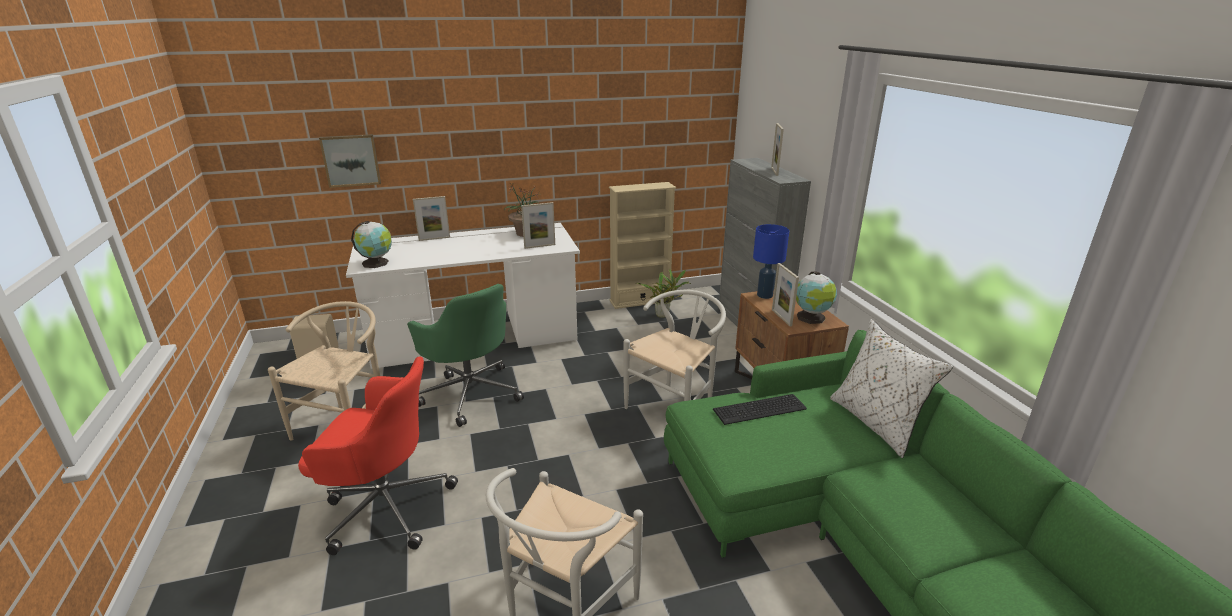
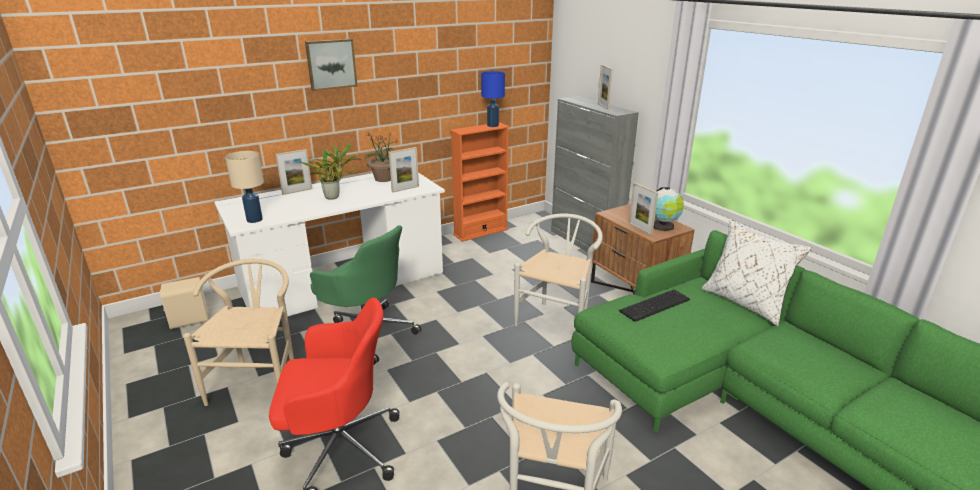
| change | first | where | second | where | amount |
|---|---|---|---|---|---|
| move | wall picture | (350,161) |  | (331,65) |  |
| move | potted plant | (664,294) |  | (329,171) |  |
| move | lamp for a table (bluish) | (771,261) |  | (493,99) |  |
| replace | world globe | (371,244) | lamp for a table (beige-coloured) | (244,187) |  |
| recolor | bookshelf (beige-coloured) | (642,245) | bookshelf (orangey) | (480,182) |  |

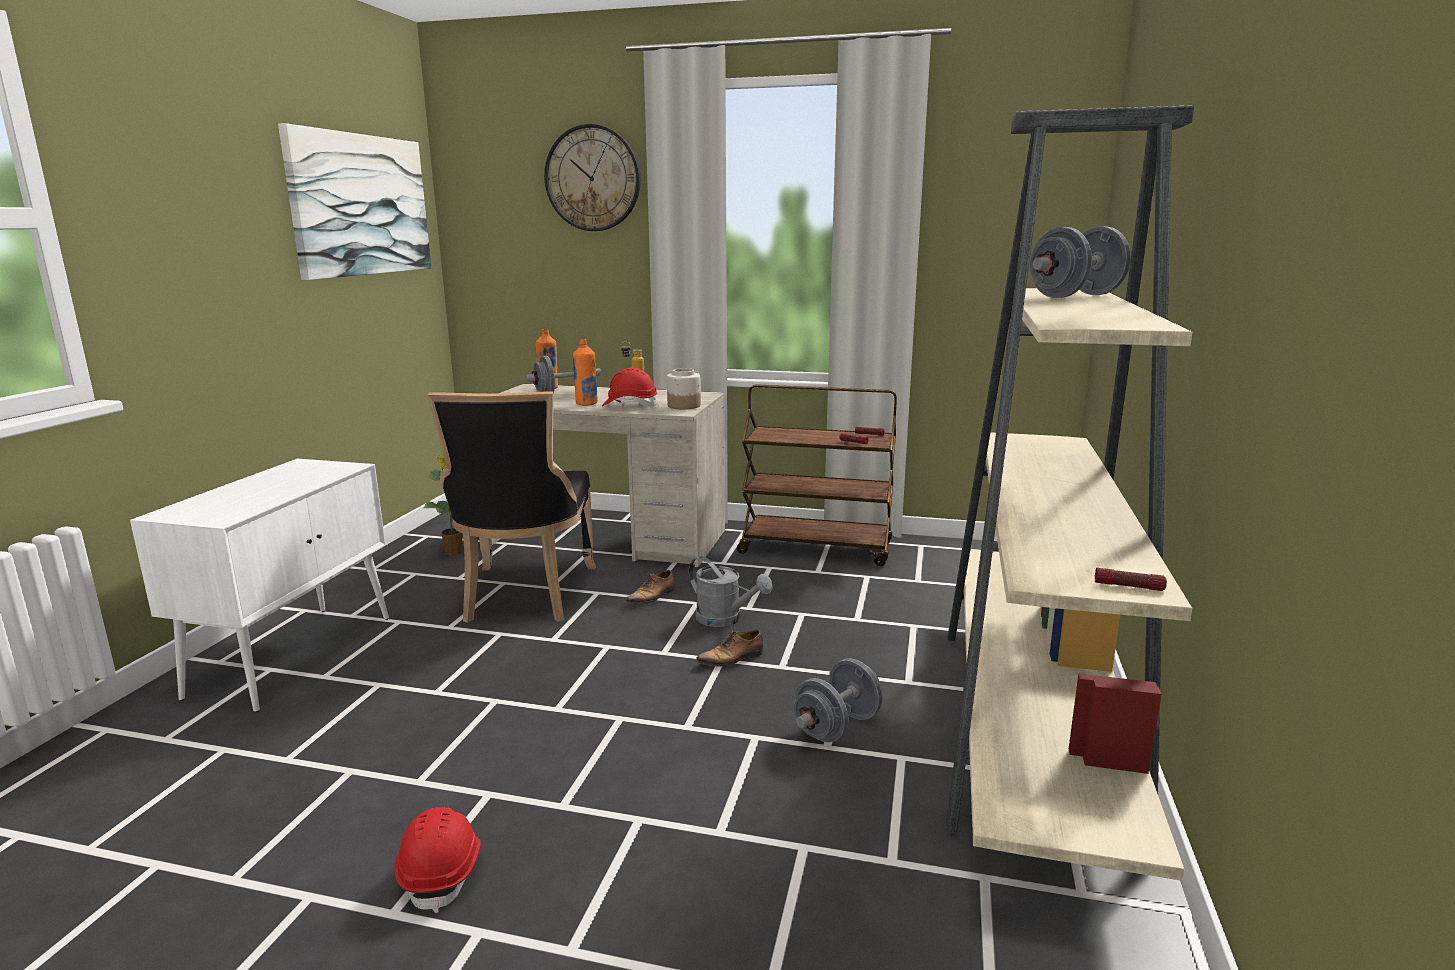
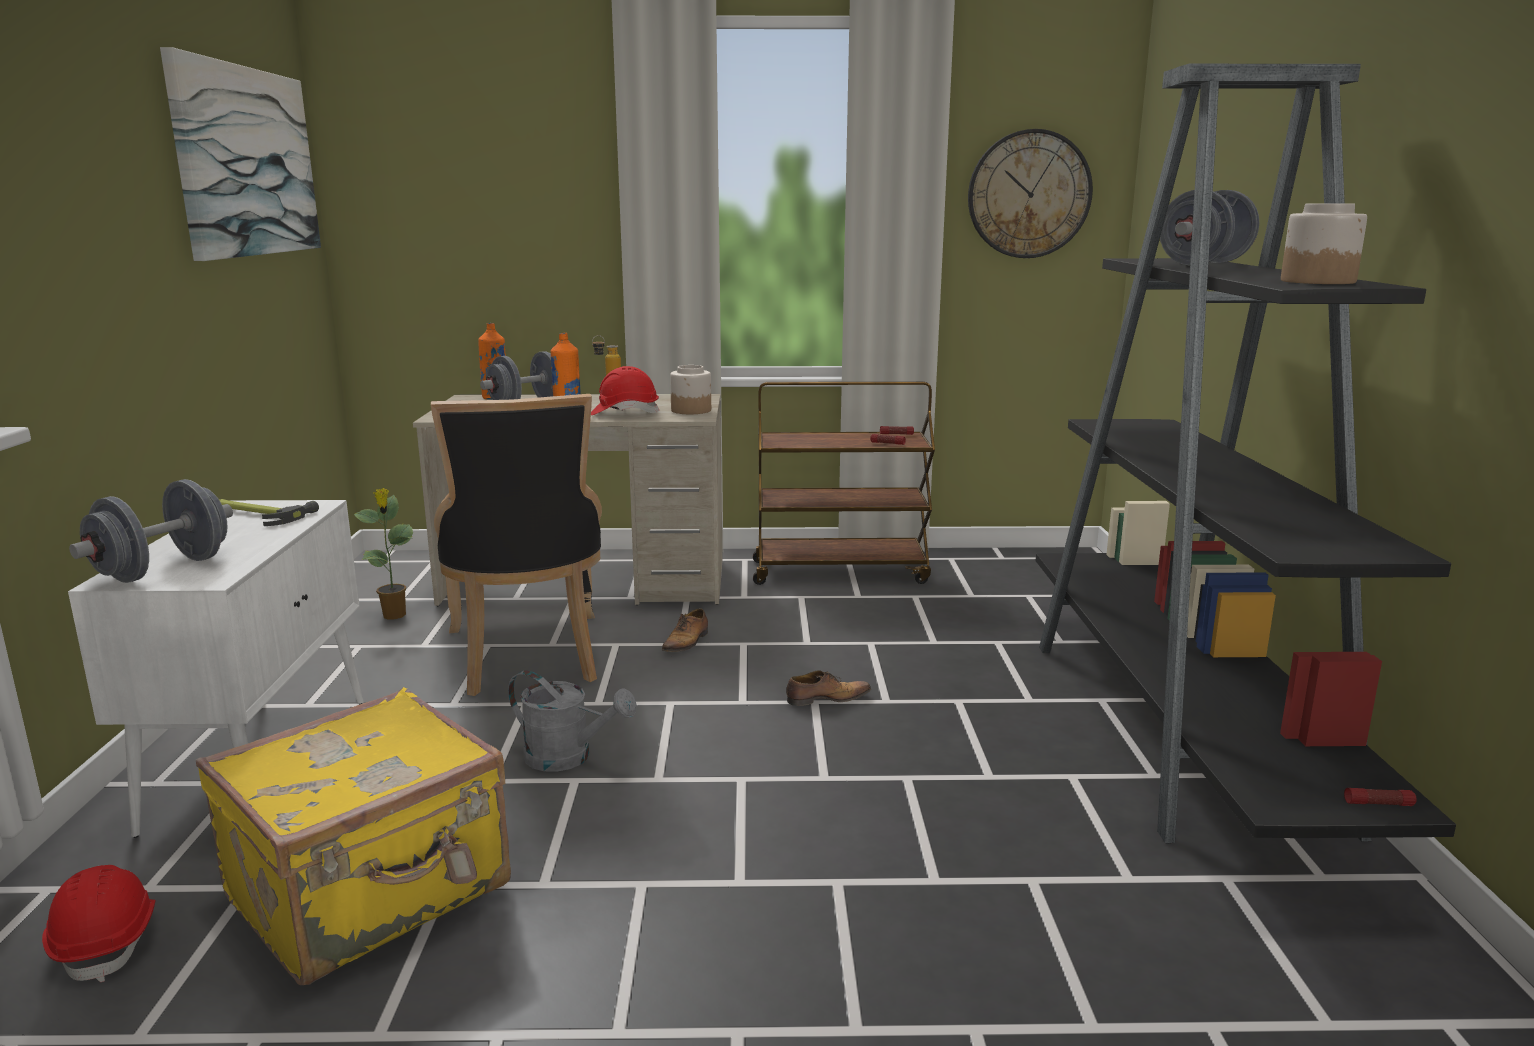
| change | first | where | second | where | amount |
|---|---|---|---|---|---|
| insert |  |  | piece of luggage (yellow-coloured) | (353,836) |  |
| insert |  |  | hammer | (269,512) |  |
| insert |  |  | storage jar | (1324,243) |  |
| move | safety helmet (red-coloured) | (437,860) |  | (98,923) |  |
| move | clock on the wall | (592,177) |  | (1030,193) |  |
| move | watering pot (greyish) | (731,591) |  | (572,721) |  |
| move | hand weight (greyish) | (838,700) |  | (151,531) |  |
| move | torch | (1131,579) |  | (1380,797) |  |
| recolor | bookshelf (beige-coloured) | (1070,493) | bookshelf (blackish) | (1246,454) |  |
| rotate | item of footwear | (729,648) |  | (828,688) | 150 degrees counterclockwise |

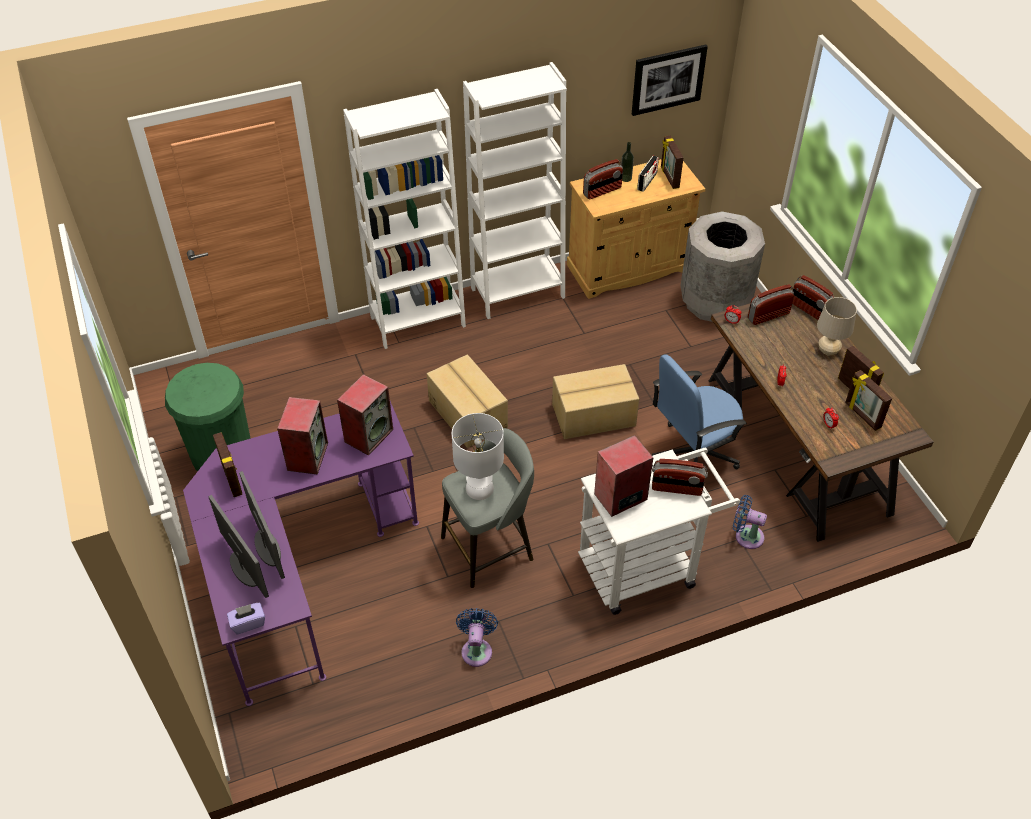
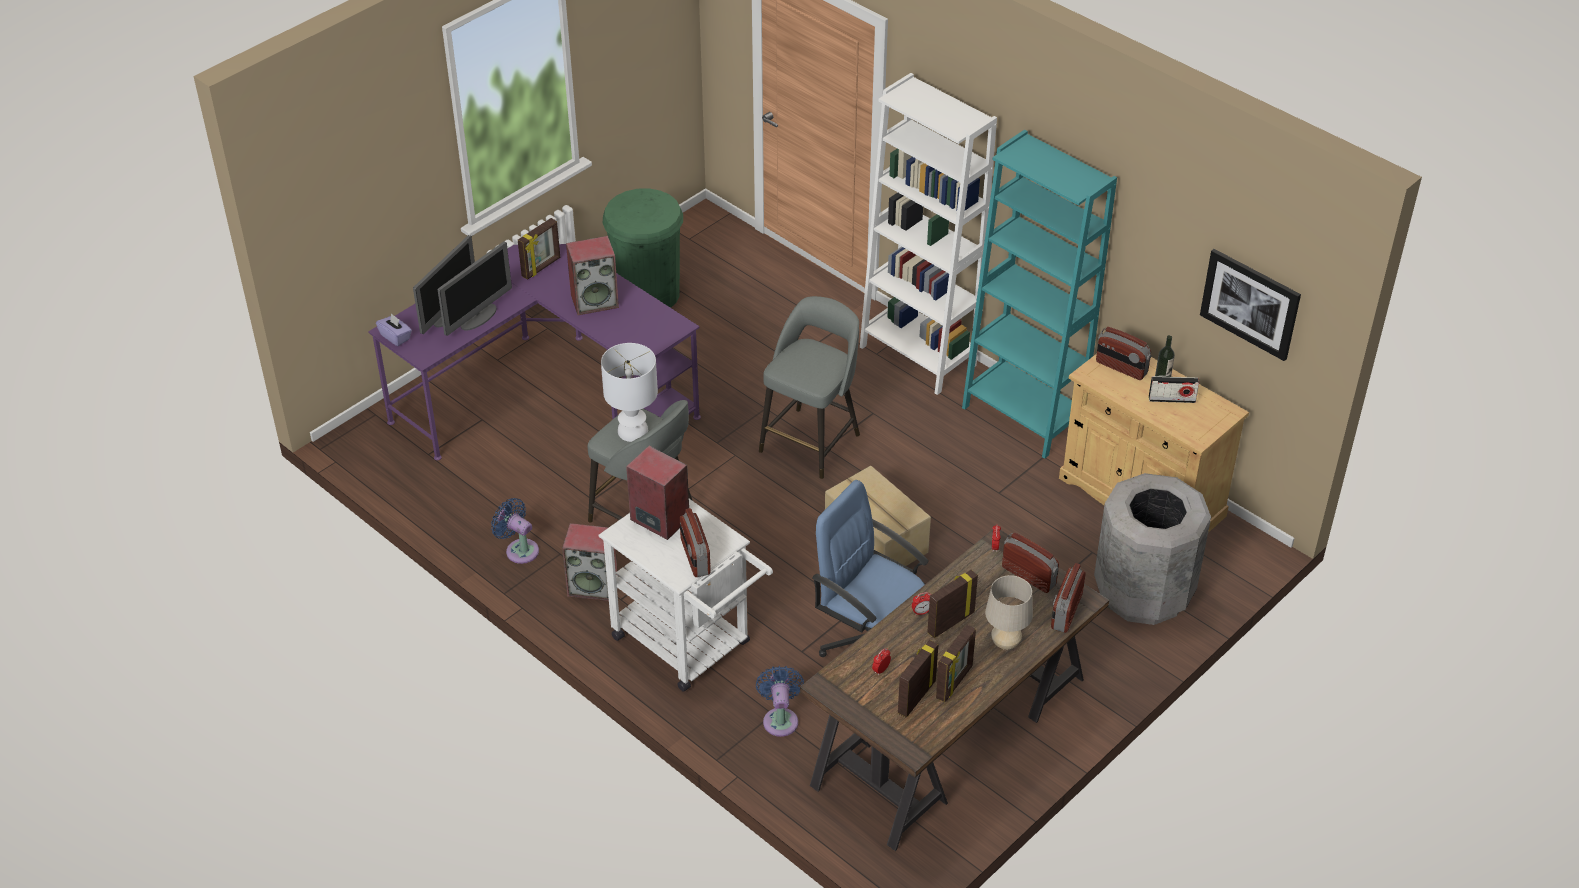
| change | first | where | second | where | amount |
|---|---|---|---|---|---|
| move | loudspeaker | (365,415) |  | (590,562) |  |
| move | picture frame | (672,162) |  | (952,604) |  |
| replace | carton | (467,401) | stool seat (greyish) | (809,387) |  |
| recolor | bookshelf (white) | (515,190) | bookshelf (turquoise) | (1039,294) |  |
| rotate | electric fan (bluish) | (477,637) |  | (515,531) | 120 degrees counterclockwise |

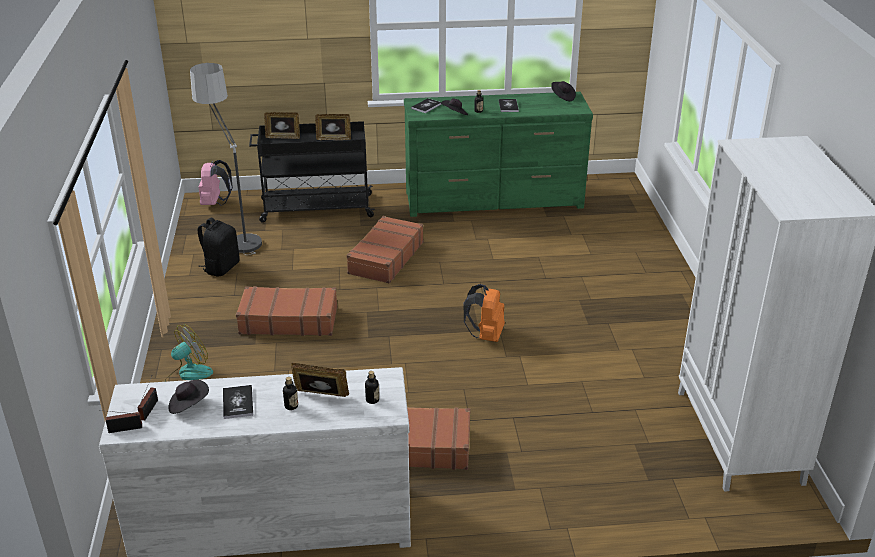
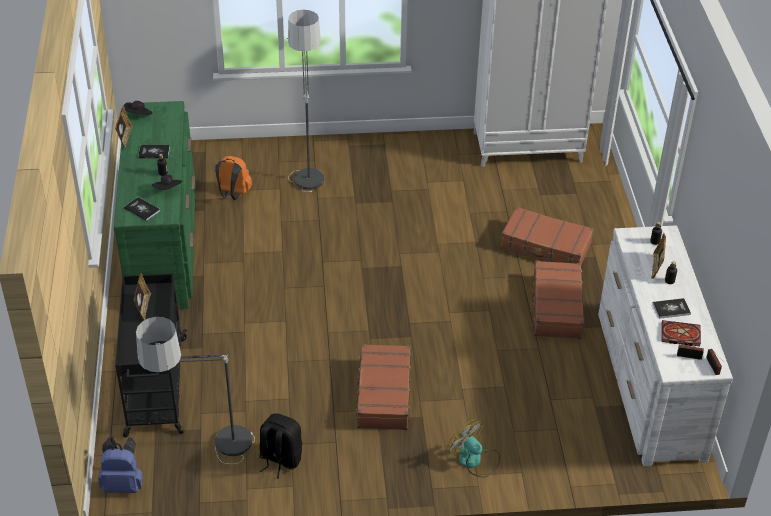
| change | first | where | second | where | amount |
|---|---|---|---|---|---|
| insert |  |  | standing lamp | (305,101) |  |
| move | picture frame | (282,125) |  | (124,126) |  |
| move | piece of luggage (brown) | (385,249) |  | (547,235) |  |
| move | rucksack (orangey) | (484,313) |  | (233,178) |  |
| replace | wearable hat (blackish) | (188,397) | book | (681,333) |  |
| recolor | rucksack (pinkish) | (216,183) | rucksack (bluish) | (120,464) |  |

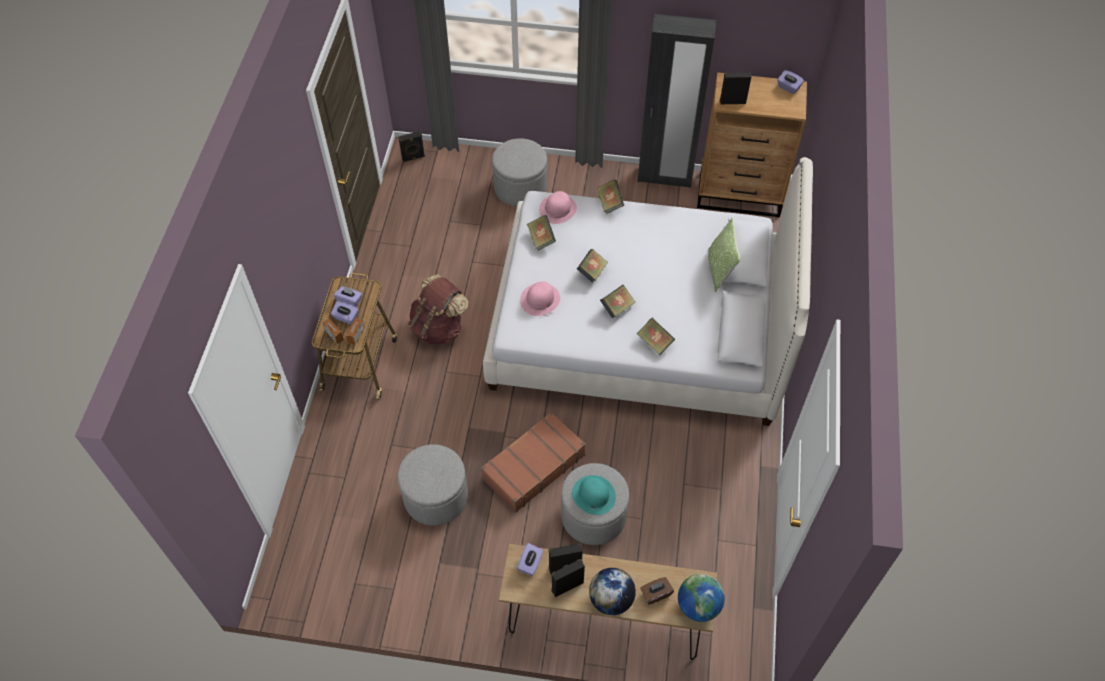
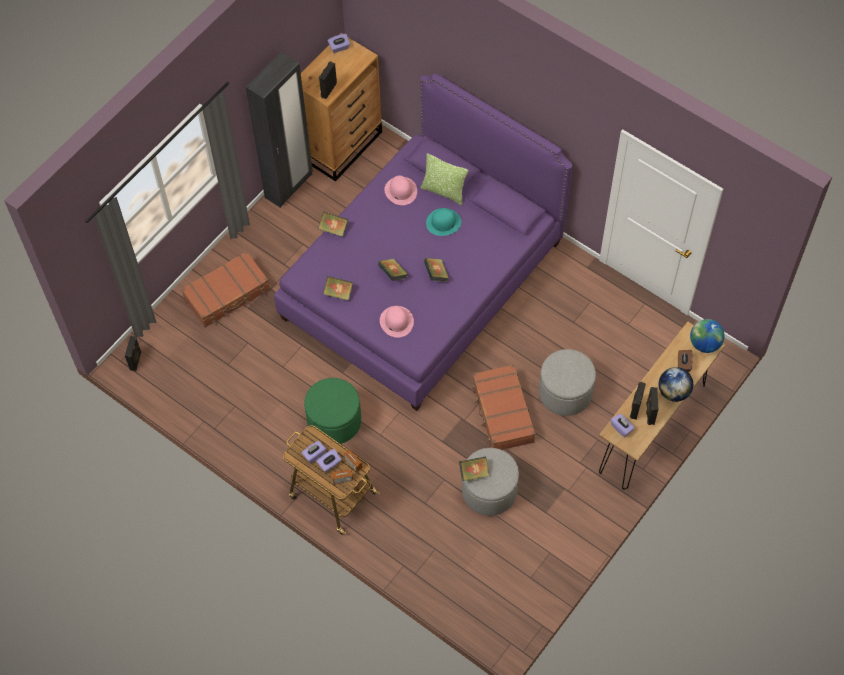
| change | first | where | second | where | amount |
|---|---|---|---|---|---|
| move | wearable hat (pinkish) | (558,207) |  | (400,190) |  |
| move | wearable hat (turquoise) | (594,495) |  | (443,222) |  |
| move | book | (656,336) |  | (474,469) |  |
| replace | rucksack (brown) | (438,309) | ottoman (greenish) | (332,411) |  |
| replace | ottoman (greyish) | (519,172) | piece of luggage (brown) | (225,289) |  |
| recolor | sleeping bed (white) | (648,291) | sleeping bed (purple) | (423,242) |  |

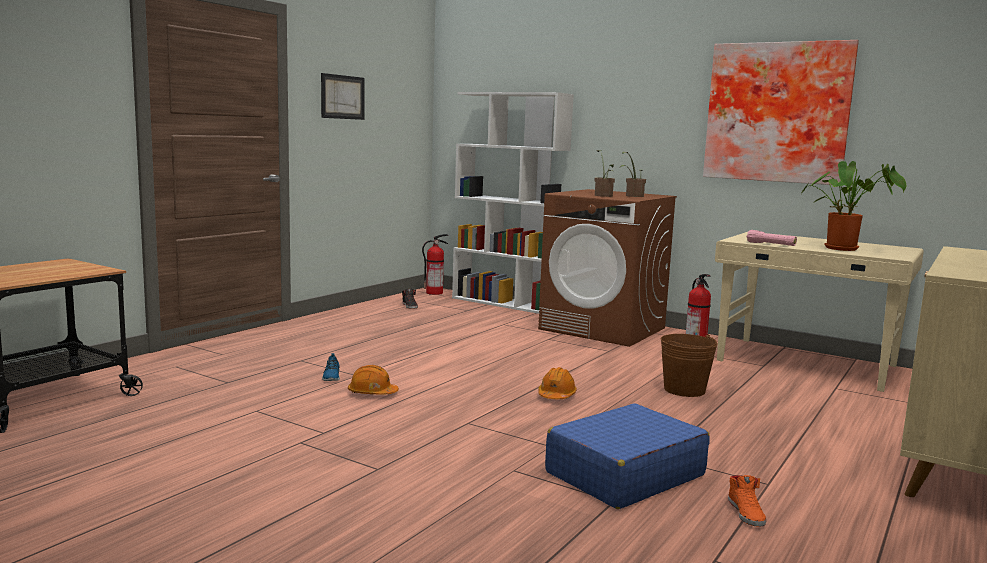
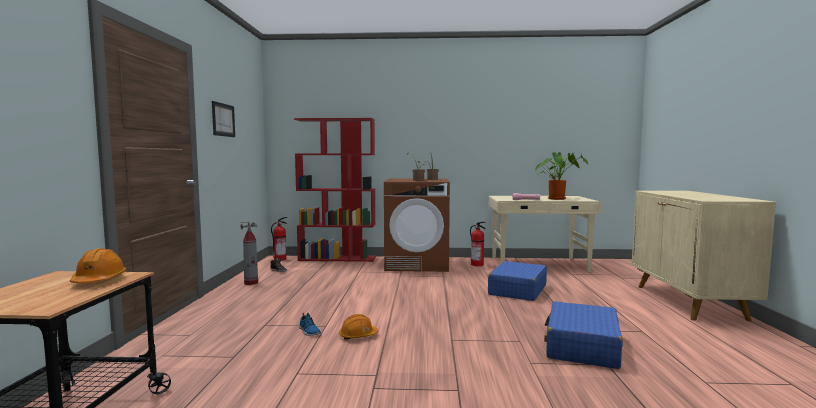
| change | first | where | second | where | amount |
|---|---|---|---|---|---|
| delete | wall picture | (781,112) |  |  |  |
| delete | item of footwear (orangey) | (747,501) |  |  |  |
| insert |  |  | fire-fighting cylinder | (249,253) |  |
| move | safety helmet (orangey) | (557,383) |  | (98,265) |  |
| replace | water bucket (brown) | (689,365) | piece of luggage (bluish) | (517,281) |  |
| recolor | bookshelf (white) | (513,203) | bookshelf (red-coloured) | (335,190) |  |

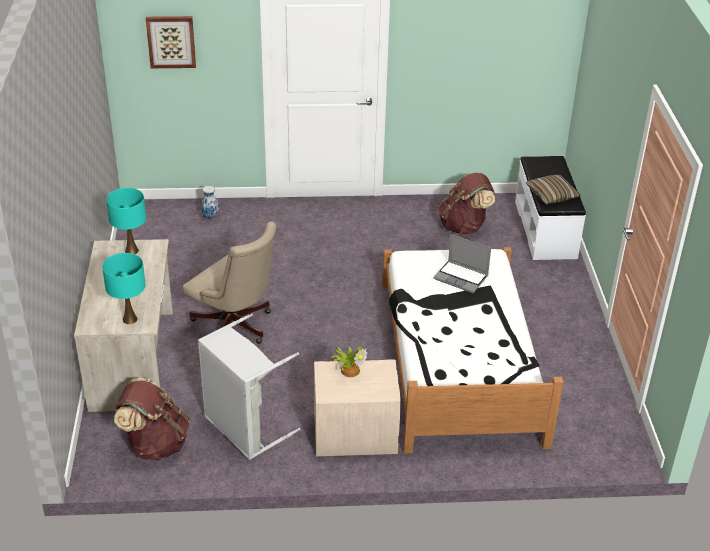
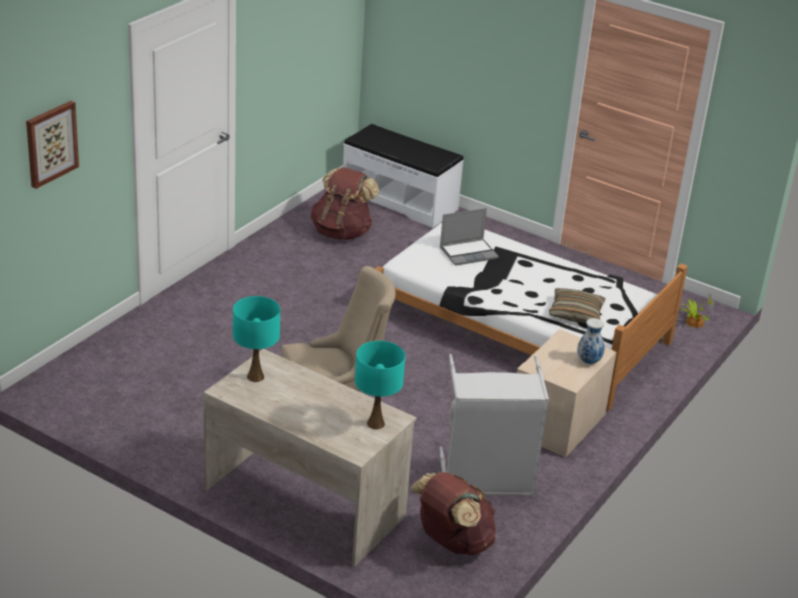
| change | first | where | second | where | amount |
|---|---|---|---|---|---|
| move | vase | (210,202) |  | (590,341) |  |
| move | potted plant | (350,361) |  | (698,310) |  |
| move | throw pillow | (553,189) |  | (577,305) |  |

